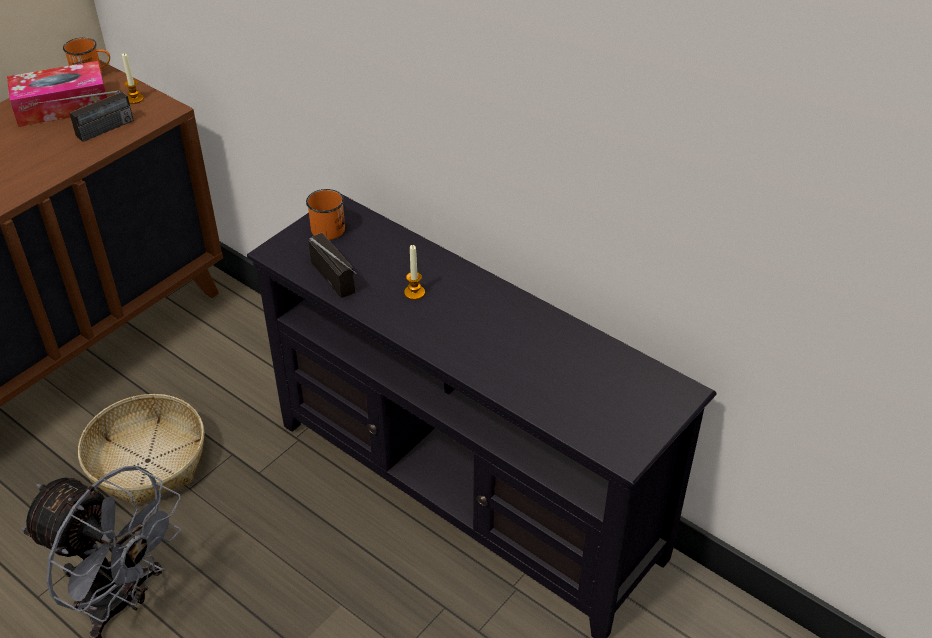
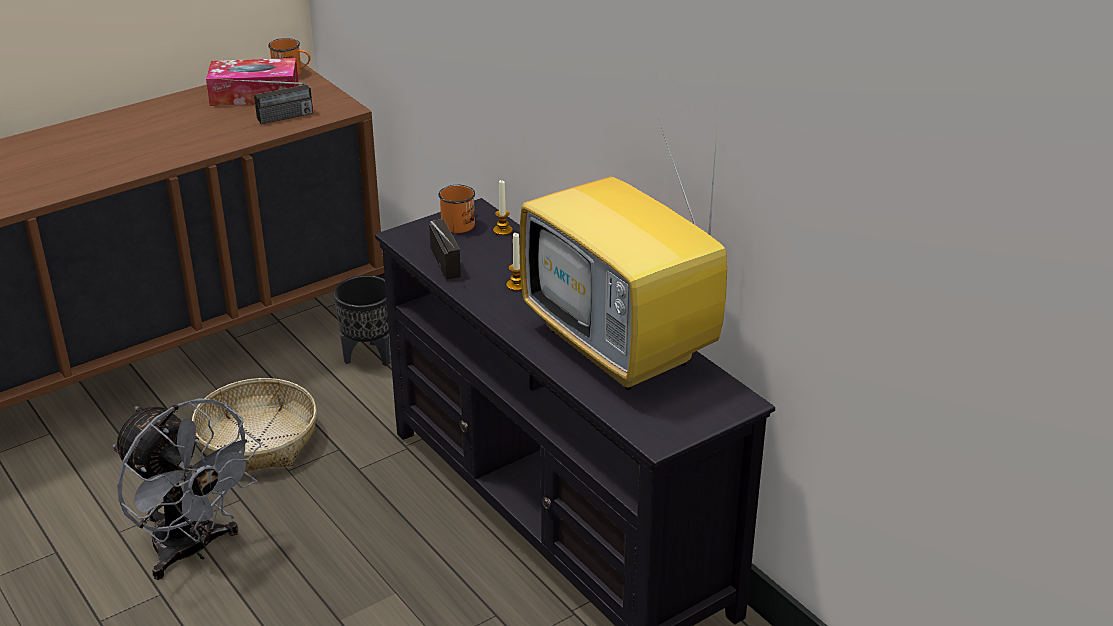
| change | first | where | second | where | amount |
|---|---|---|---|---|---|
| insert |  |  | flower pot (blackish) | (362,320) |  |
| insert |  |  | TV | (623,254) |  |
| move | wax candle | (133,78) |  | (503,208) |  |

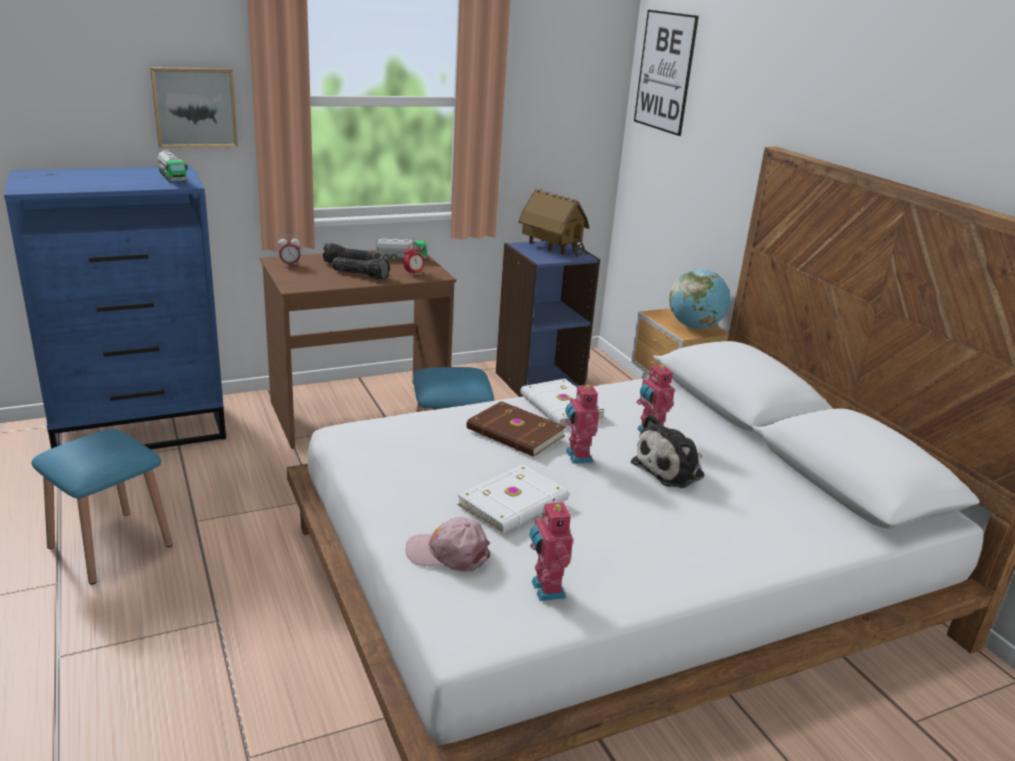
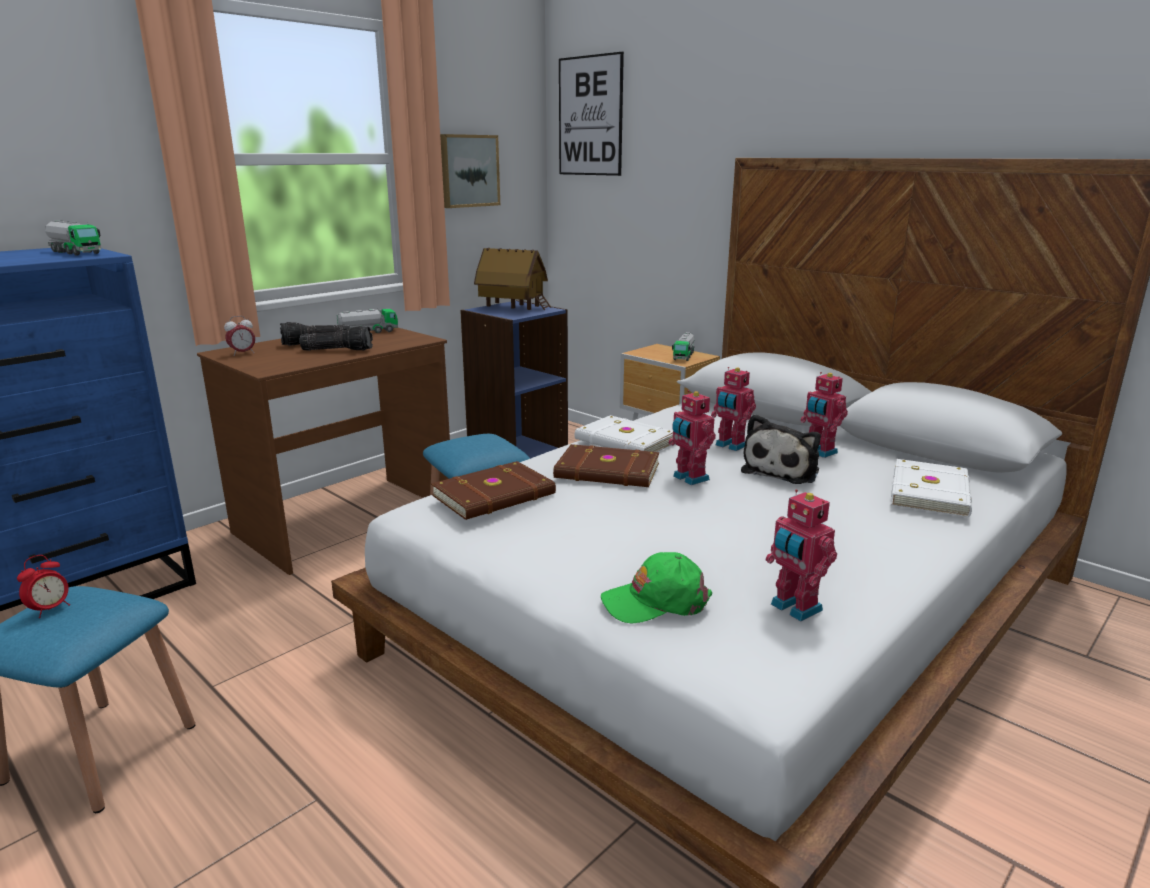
| change | first | where | second | where | amount |
|---|---|---|---|---|---|
| insert |  |  | book (brown) | (493,490) |  |
| insert |  |  | robot figure | (824,415) |  |
| move | wall picture | (194,107) |  | (470,171) |  |
| move | bedside clock | (414,259) |  | (43,586) |  |
| move | book (white) | (513,499) |  | (931,488) |  |
| replace | world globe | (699,299) | toy truck | (683,346) |  |
| recolor | baseball cap (pinkish) | (448,544) | baseball cap (greenish) | (656,588) |  |

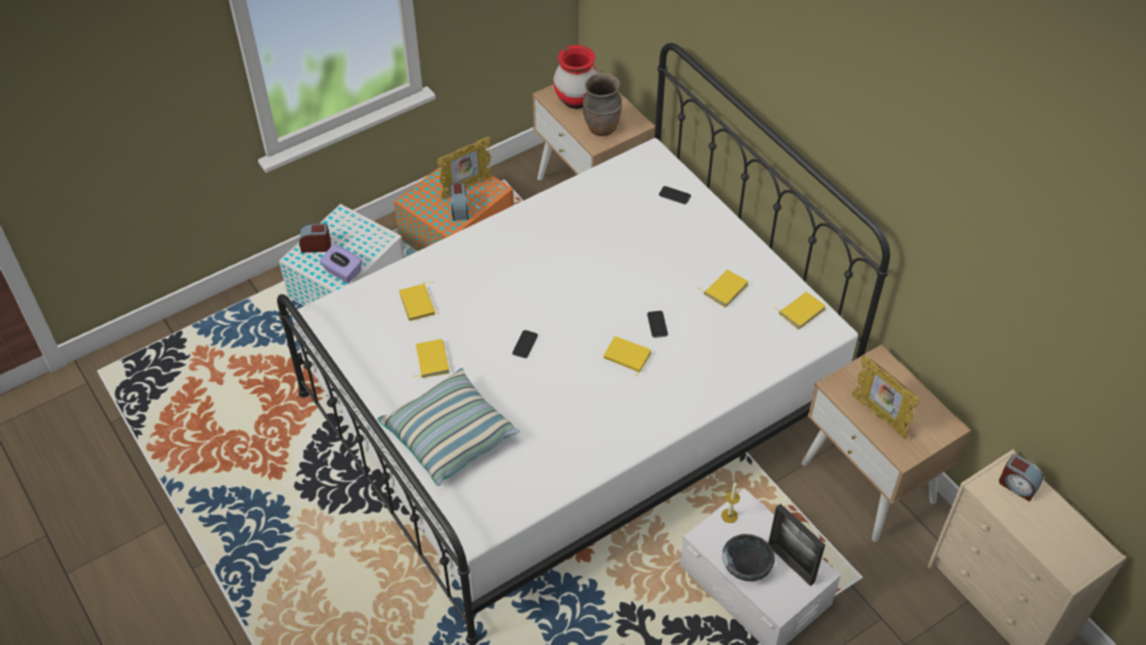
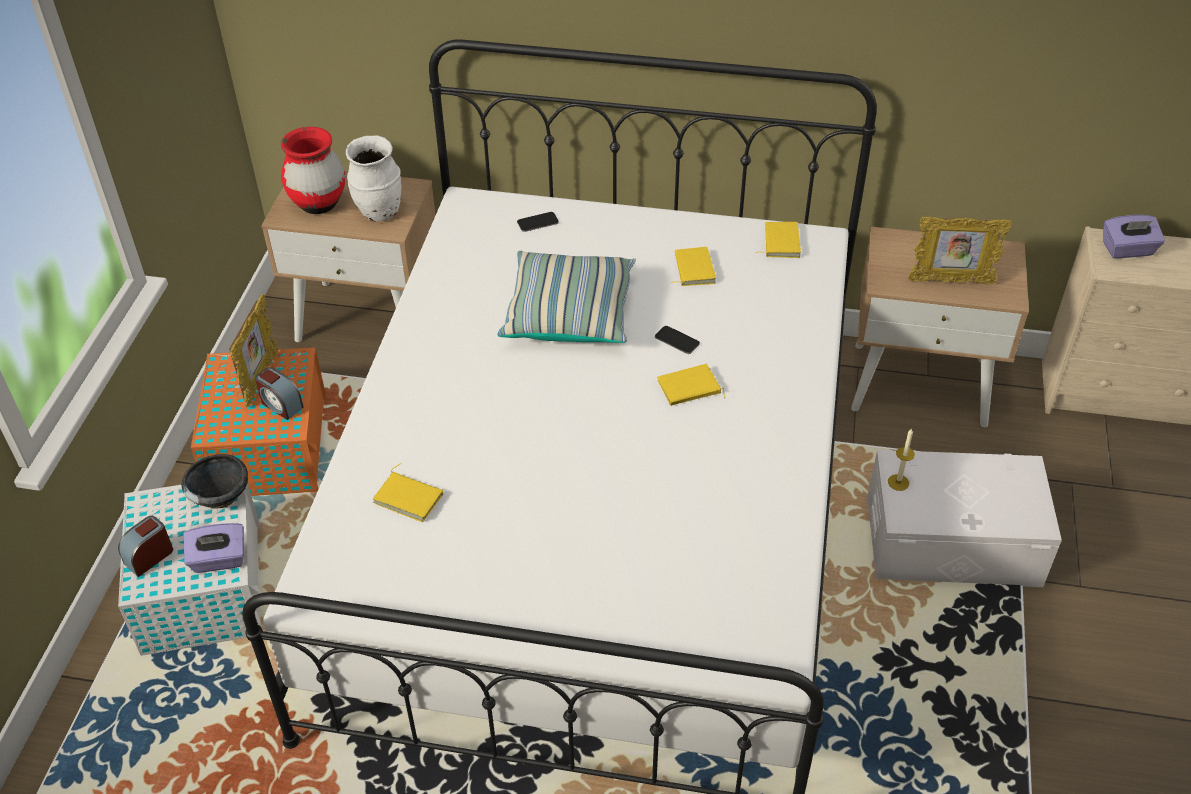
| change | first | where | second | where | amount |
|---|---|---|---|---|---|
| delete | book (yellow-coloured) | (430,358) |  |  |  |
| delete | telephone | (525,344) |  |  |  |
| delete | picture frame | (796,544) |  |  |  |
| move | throw pillow | (448,427) |  | (566,297) |  |
| move | bowl (blackish) | (748,557) |  | (214,481) |  |
| replace | bedside clock | (1021,478) | tissue box (purple) | (1134,236) |  |
| recolor | vase (brown) | (602,104) | vase (white) | (373,178) |  |

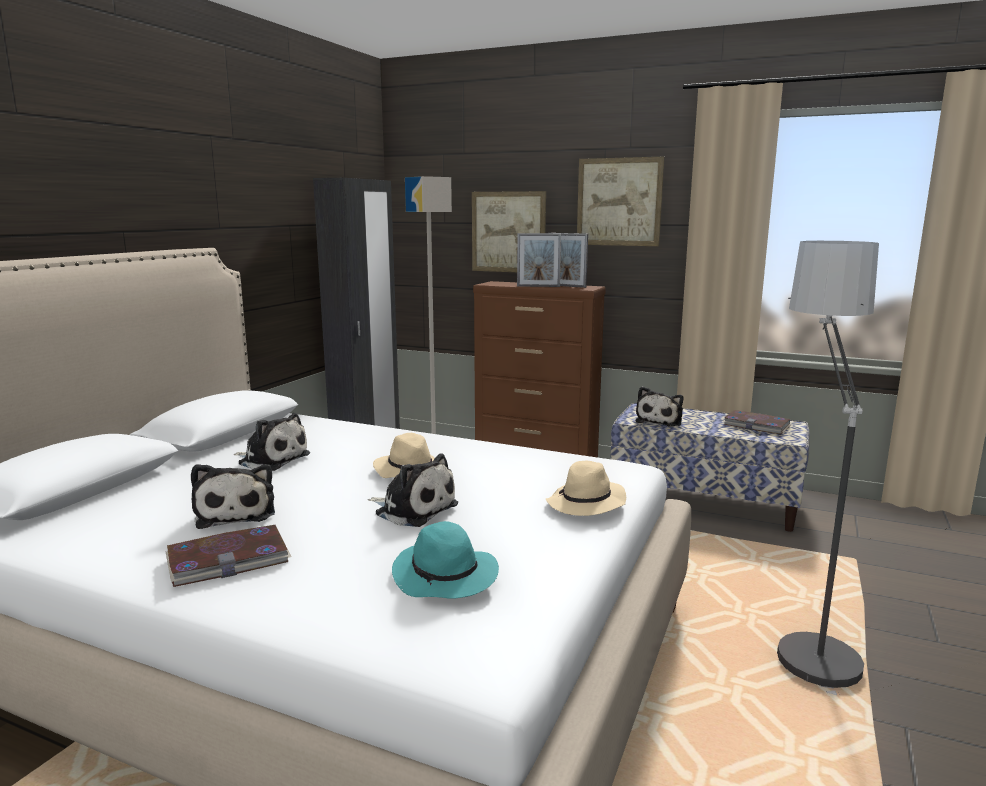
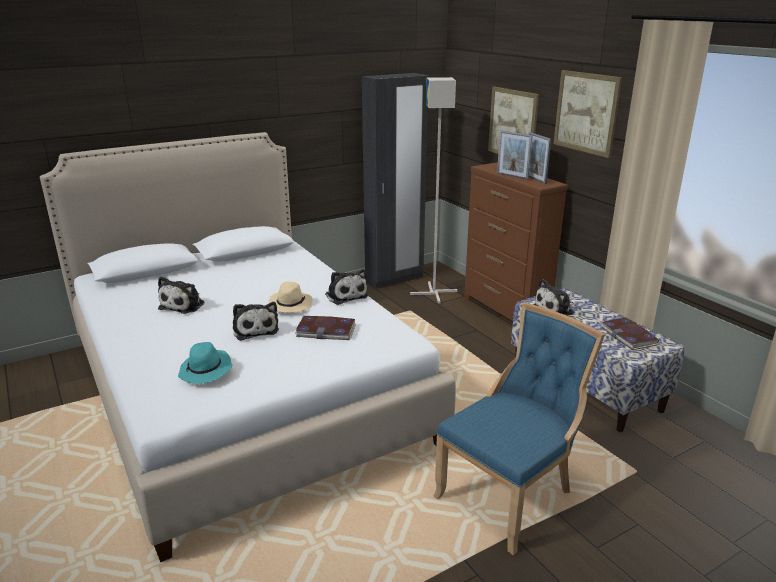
| change | first | where | second | where | amount |
|---|---|---|---|---|---|
| delete | wearable hat (beige-coloured) | (585,488) |  |  |  |
| move | book | (229,556) |  | (325,328) |  |
| move | plush toy | (272,442) |  | (346,287) |  |
| replace | standing lamp | (828,468) | upright chair (bluish) | (519,429) |  |

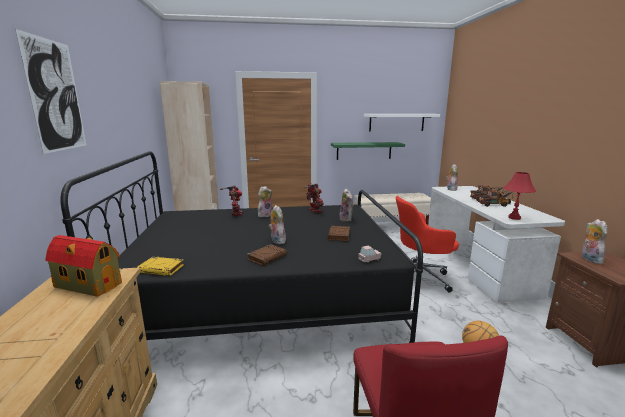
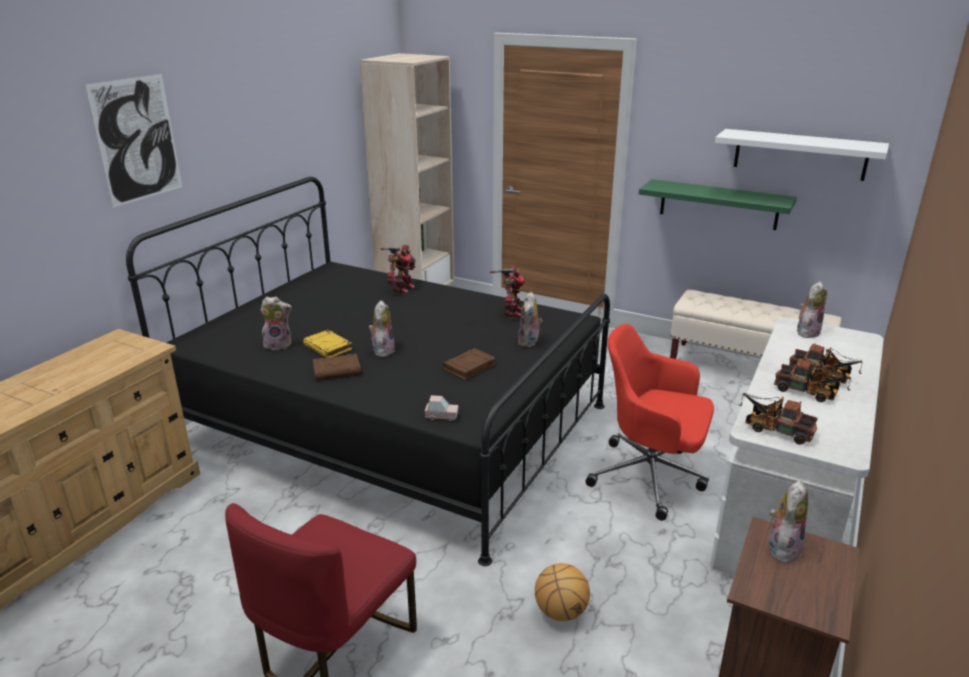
| change | first | where | second | where | amount |
|---|---|---|---|---|---|
| delete | model house | (83,266) |  |  |  |
| move | book (yellow-coloured) | (160,266) |  | (327,344) |  |
| move | plush toy | (265,201) |  | (276,323) |  |
| replace | lamp for a table (red-coloured) | (520,196) | toy truck | (778,419) |  |

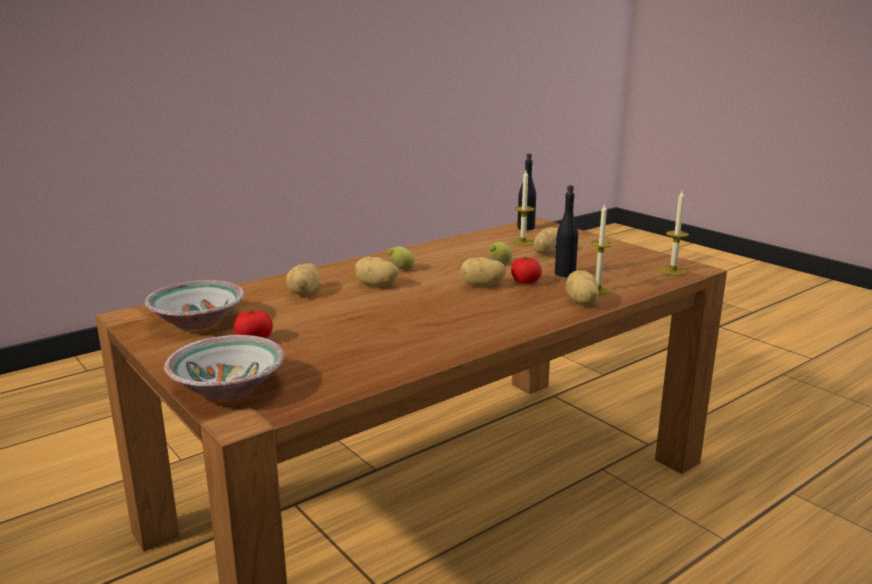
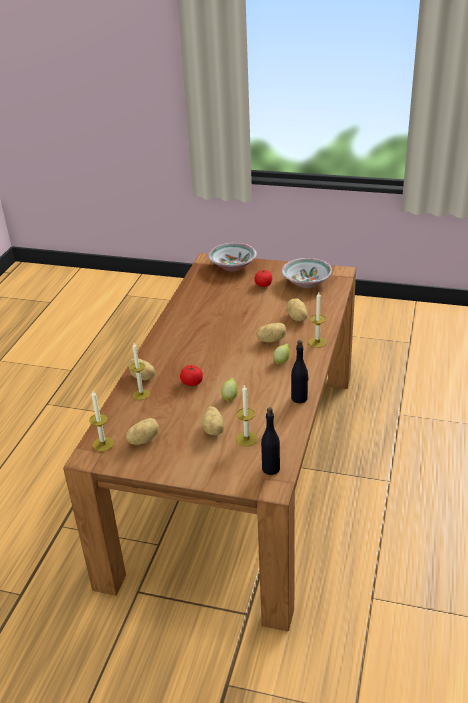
| change | first | where | second | where | amount |
|---|---|---|---|---|---|
| insert |  |  | wax candle | (317,320) |  |
| move | potato | (483,272) |  | (142,431) |  |
| move | beverage bottle (blackish) | (566,231) |  | (300,371) |  |

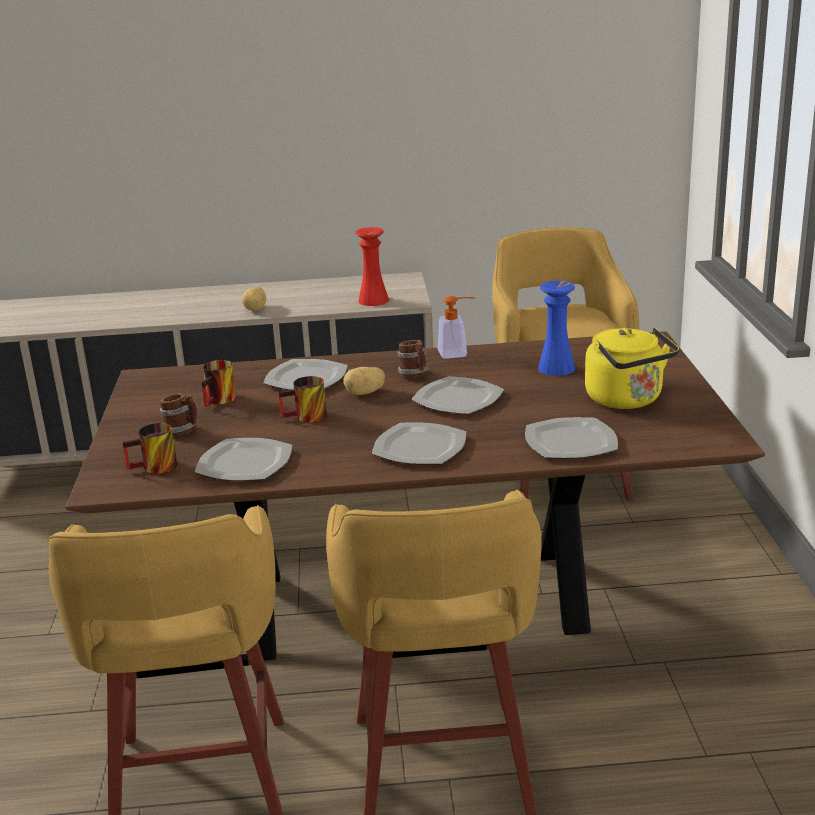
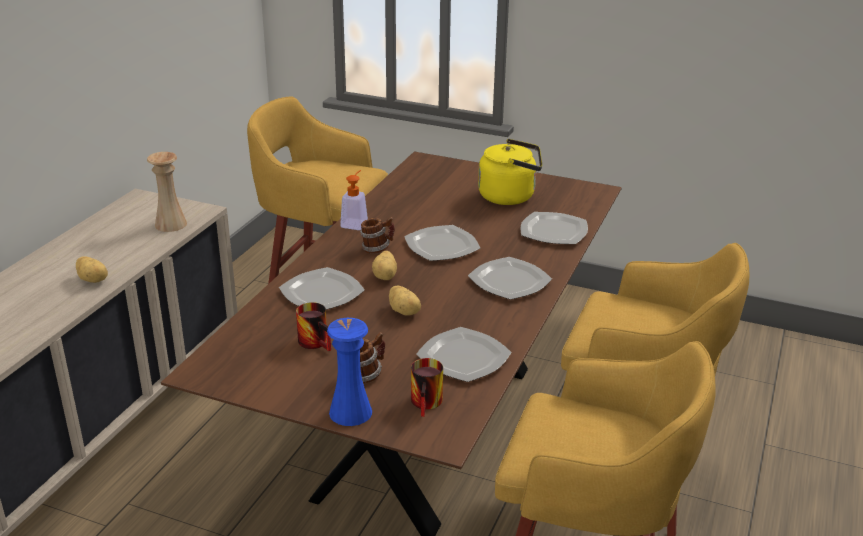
| change | first | where | second | where | amount |
|---|---|---|---|---|---|
| move | vase (bluish) | (556,328) |  | (349,372) |  |
| replace | tea mug | (303,399) | potato | (405,301) |  |
| recolor | vase (red-coloured) | (372,266) | vase (beige-coloured) | (167,192) |  |

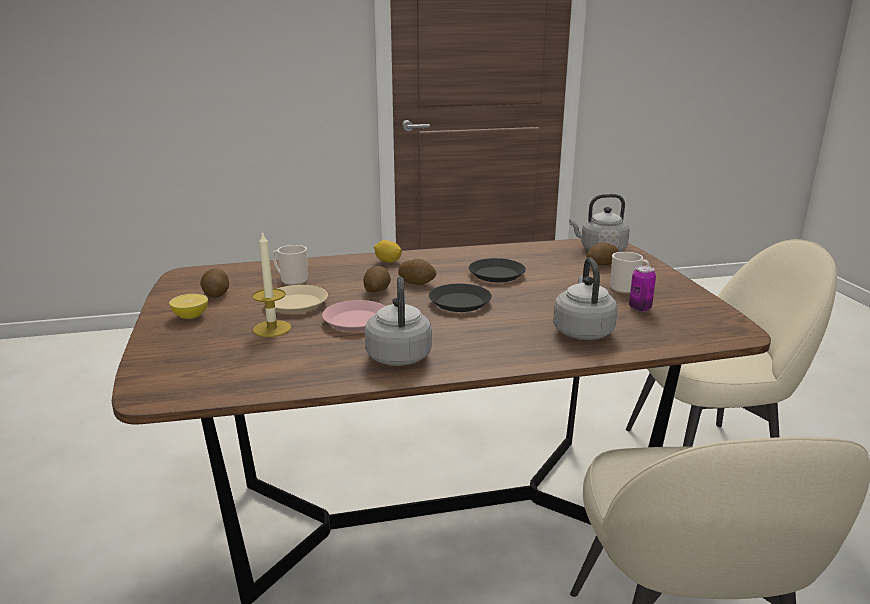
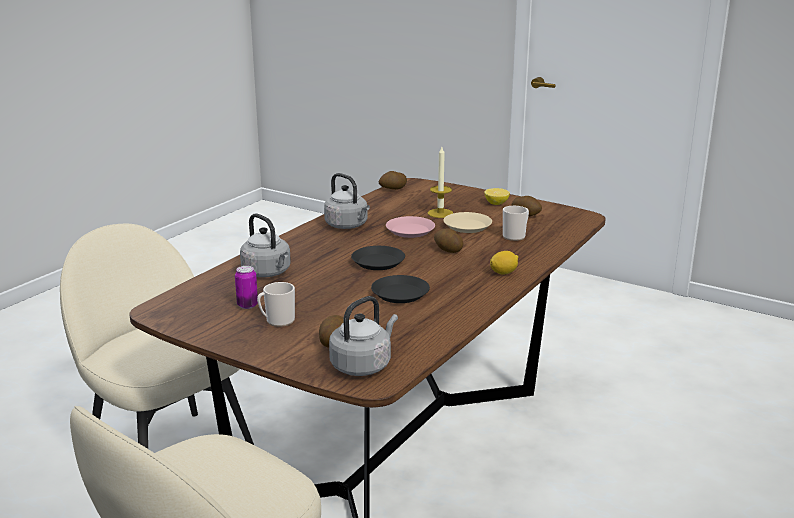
| change | first | where | second | where | amount |
|---|---|---|---|---|---|
| move | potato | (417,272) |  | (393,180) |  |

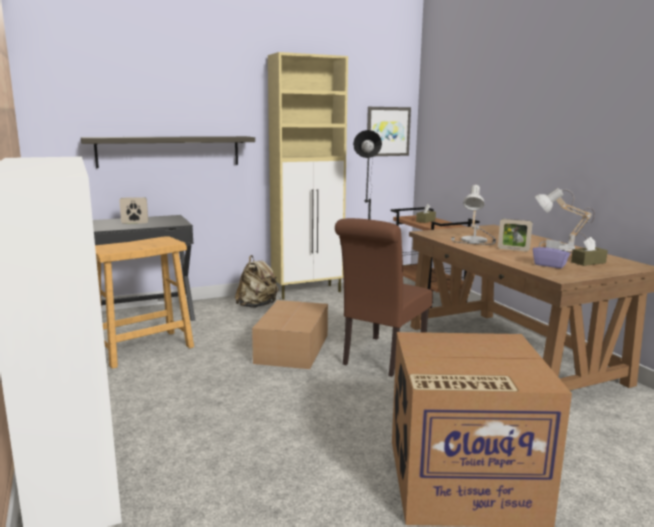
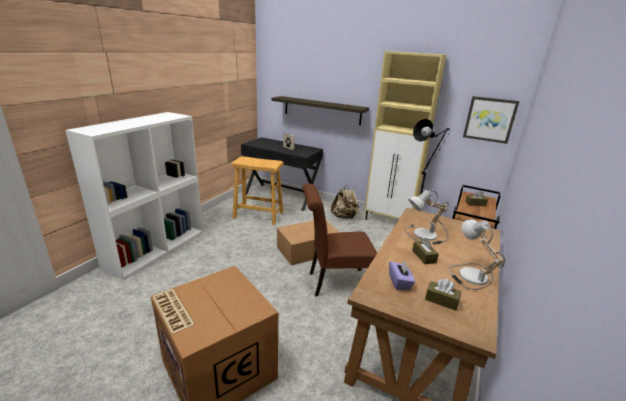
| change | first | where | second | where | amount |
|---|---|---|---|---|---|
| replace | picture frame | (515,235) | tissue box (brown) | (425,251) |  |

